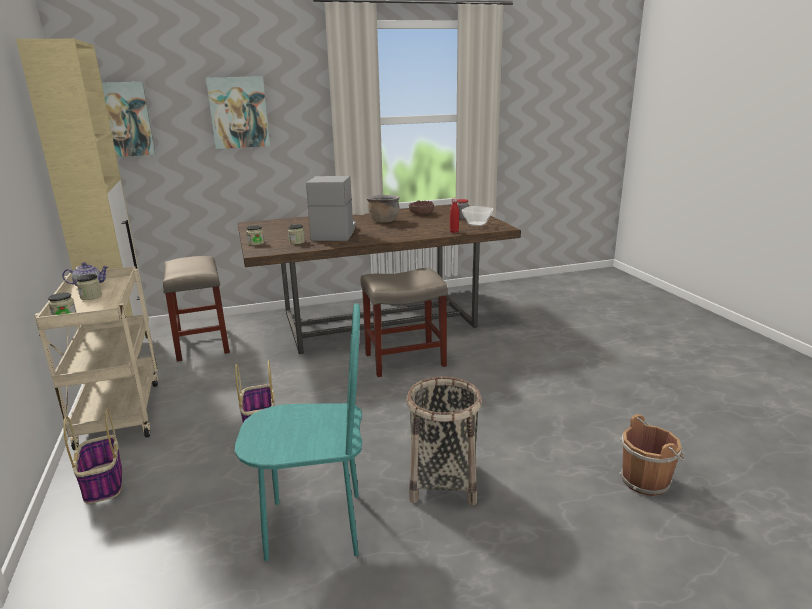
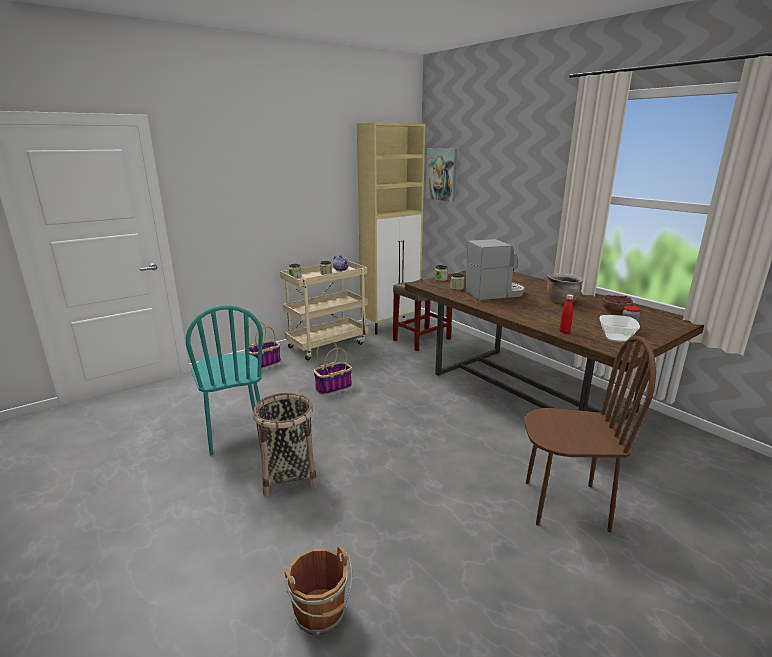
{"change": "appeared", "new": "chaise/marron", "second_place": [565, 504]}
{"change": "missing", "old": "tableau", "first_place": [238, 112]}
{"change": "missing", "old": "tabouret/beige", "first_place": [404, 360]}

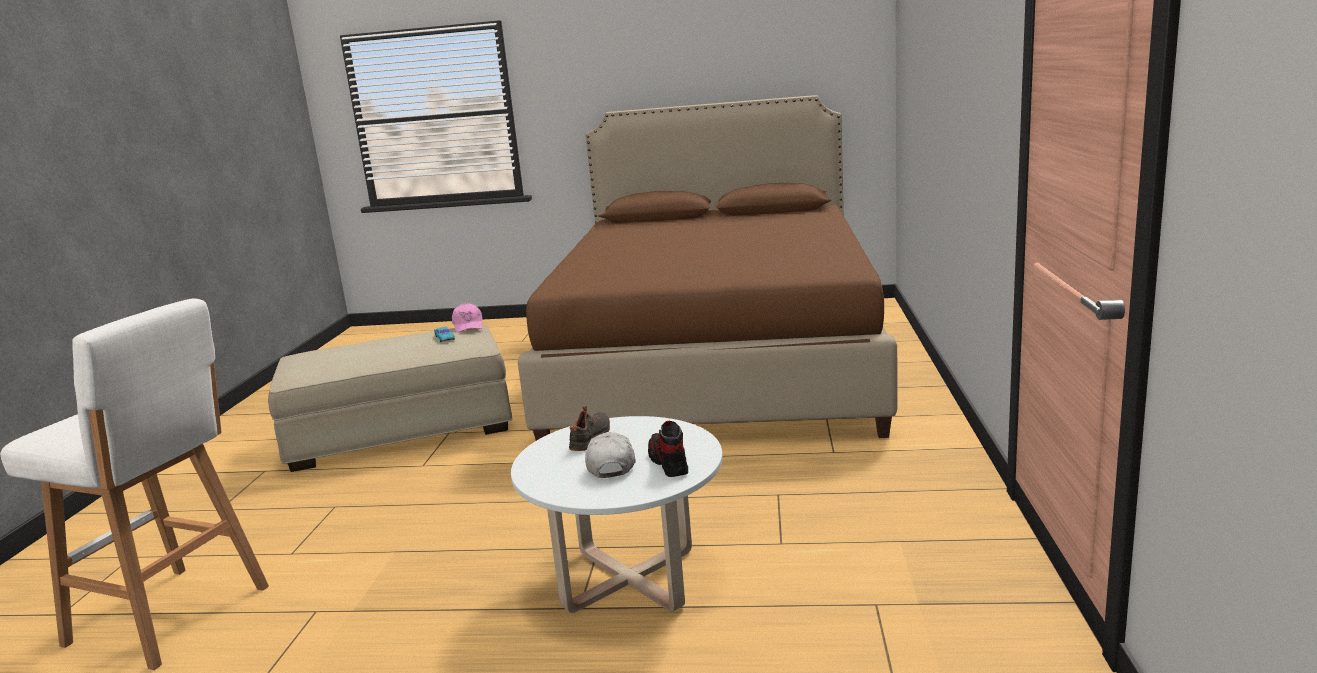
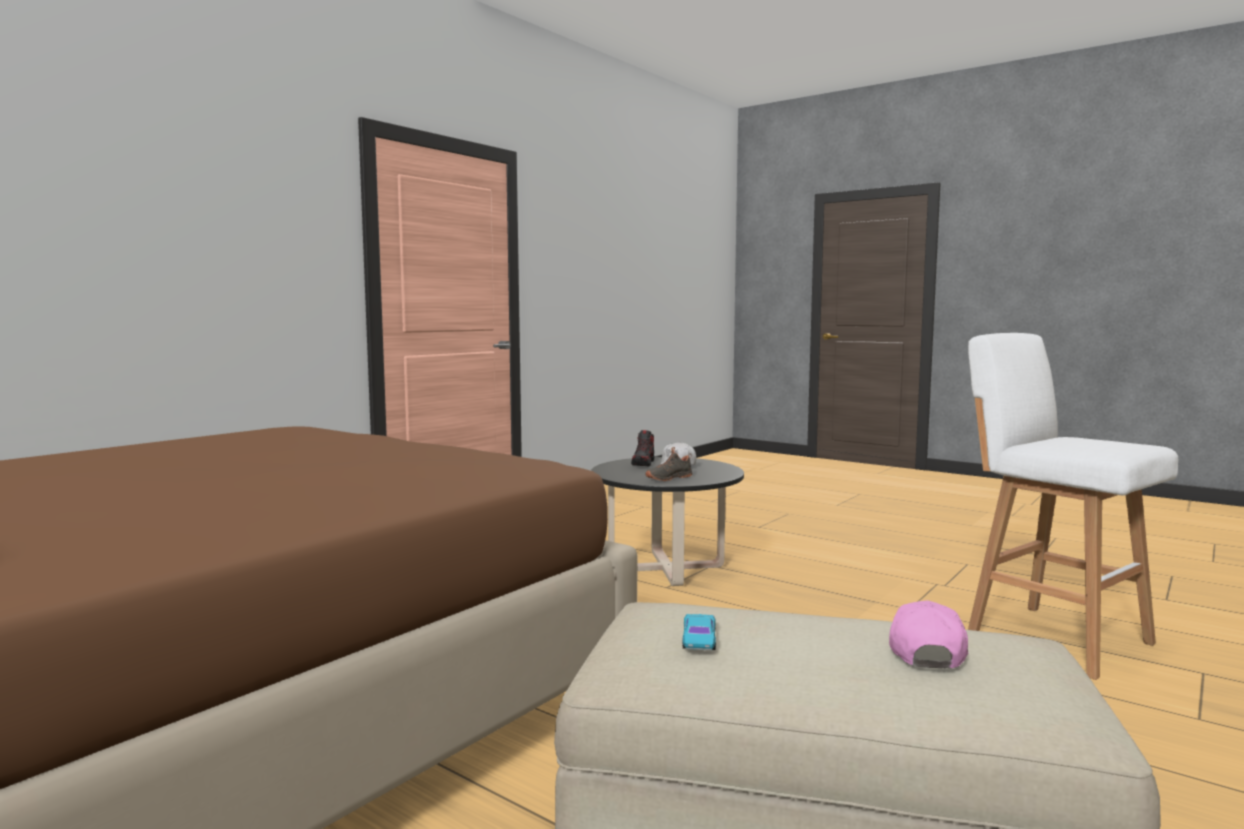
{"change": "colour", "old": "table basse/blanc", "new": "table basse/noir", "first_place": [629, 579], "second_place": [666, 568]}
{"change": "relocated", "old": "casquette/rose", "first_place": [468, 326], "second_place": [925, 651]}

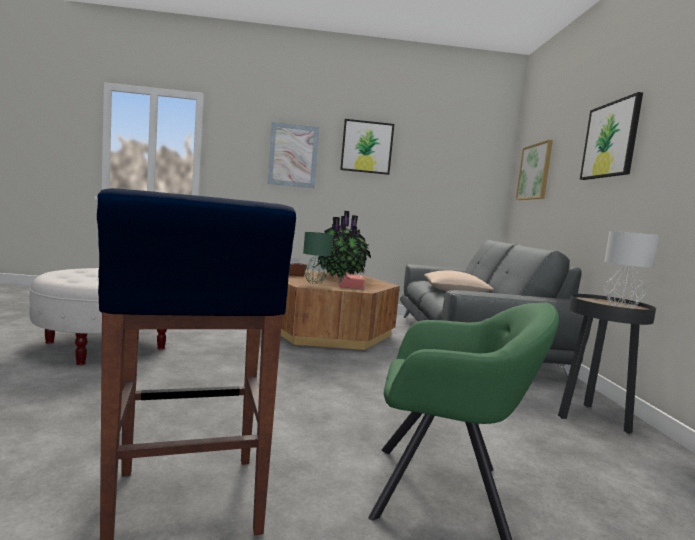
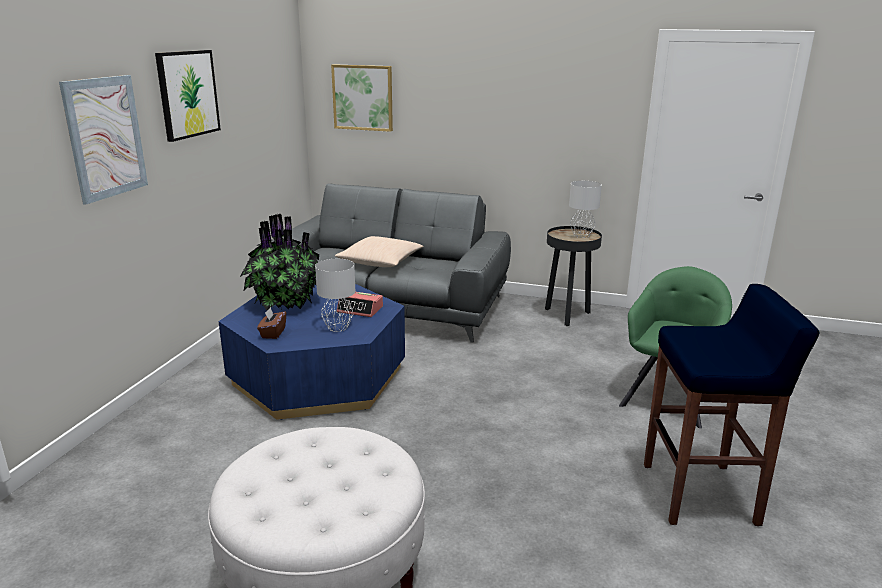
{"change": "colour", "old": "table basse/marron", "new": "table basse/bleu", "first_place": [329, 331], "second_place": [318, 376]}
{"change": "colour", "old": "lampe de table/vert", "new": "lampe de table/gris", "first_place": [314, 282], "second_place": [337, 327]}
{"change": "missing", "old": "tableau", "first_place": [610, 140]}

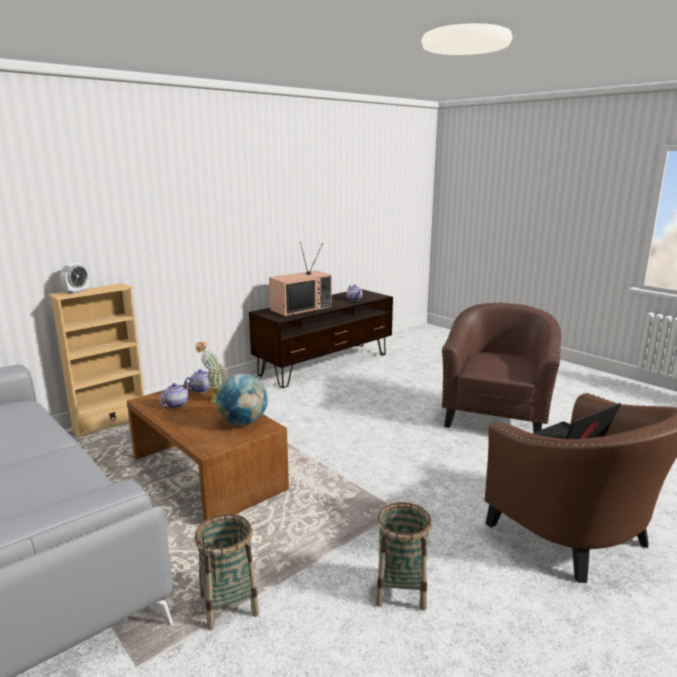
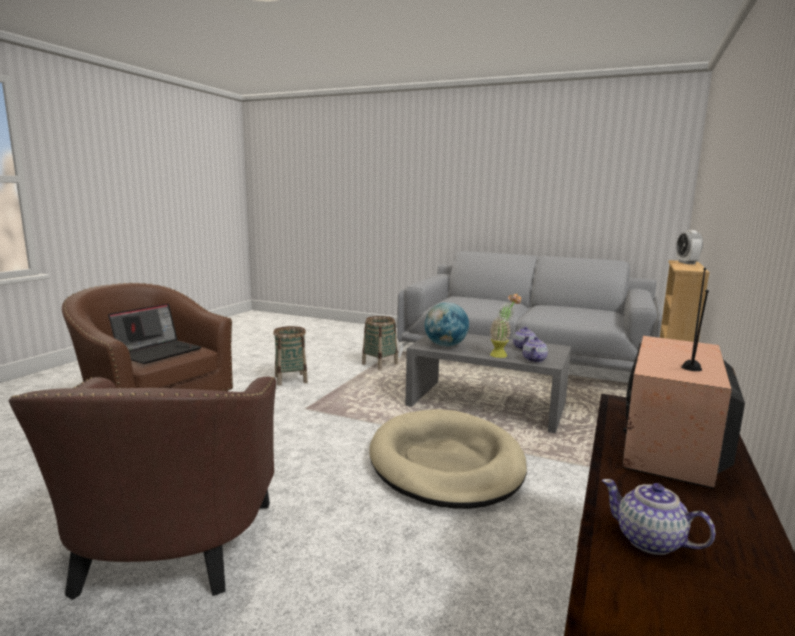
{"change": "appeared", "new": "panier pour chien/beige", "second_place": [446, 463]}
{"change": "colour", "old": "table basse/marron", "new": "table basse/gris", "first_place": [206, 473], "second_place": [486, 404]}

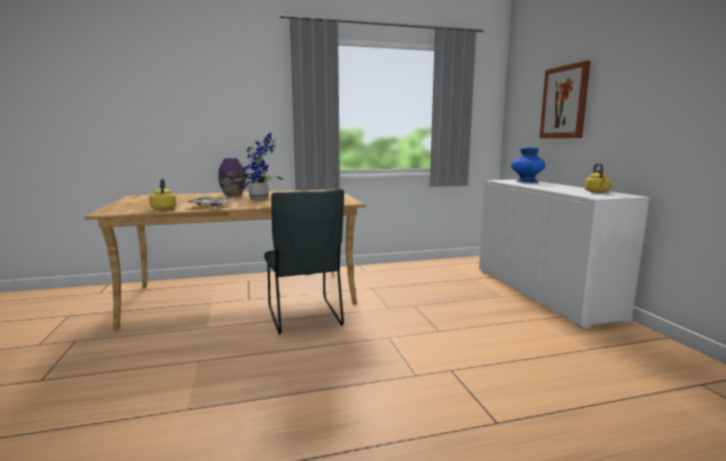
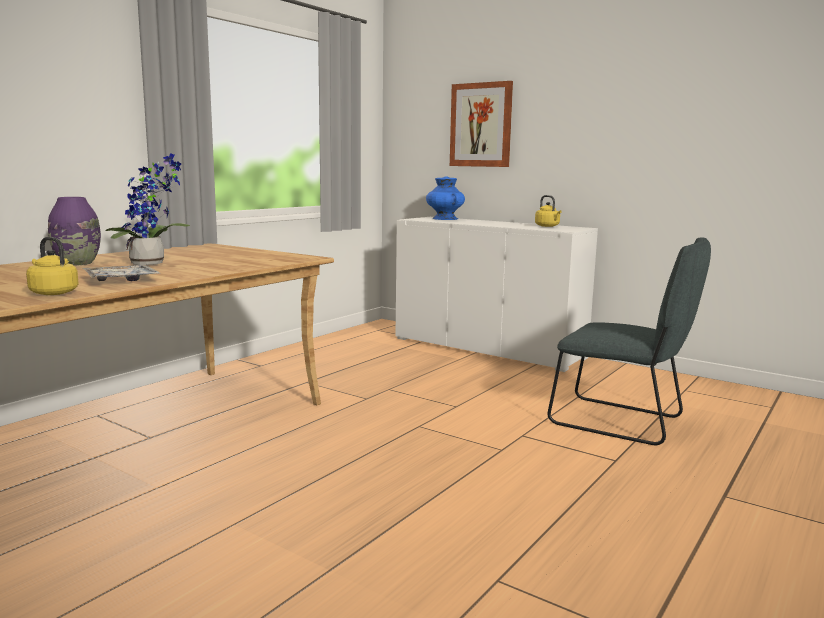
{"change": "relocated", "old": "chaise/gris", "first_place": [305, 317], "second_place": [622, 422]}

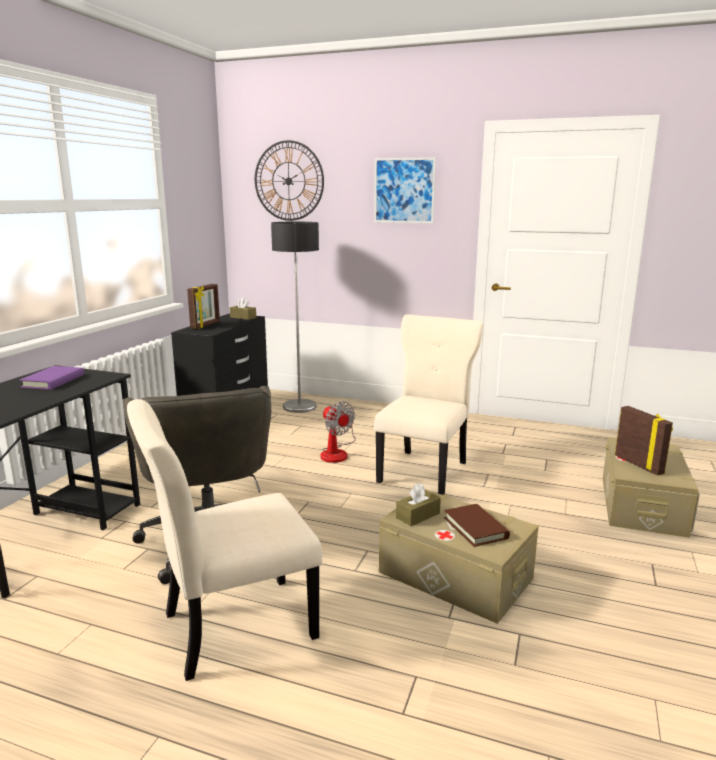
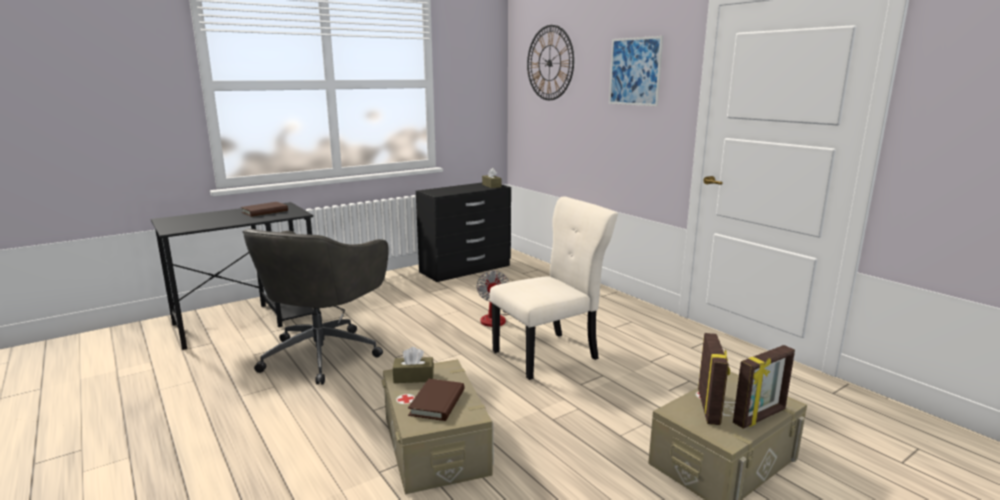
{"change": "colour", "old": "livre/violet", "new": "livre/marron", "first_place": [53, 381], "second_place": [265, 212]}
{"change": "relocated", "old": "cadre photo", "first_place": [206, 325], "second_place": [760, 417]}
{"change": "missing", "old": "chaise/beige", "first_place": [232, 627]}
{"change": "missing", "old": "lampadaire", "first_place": [299, 407]}

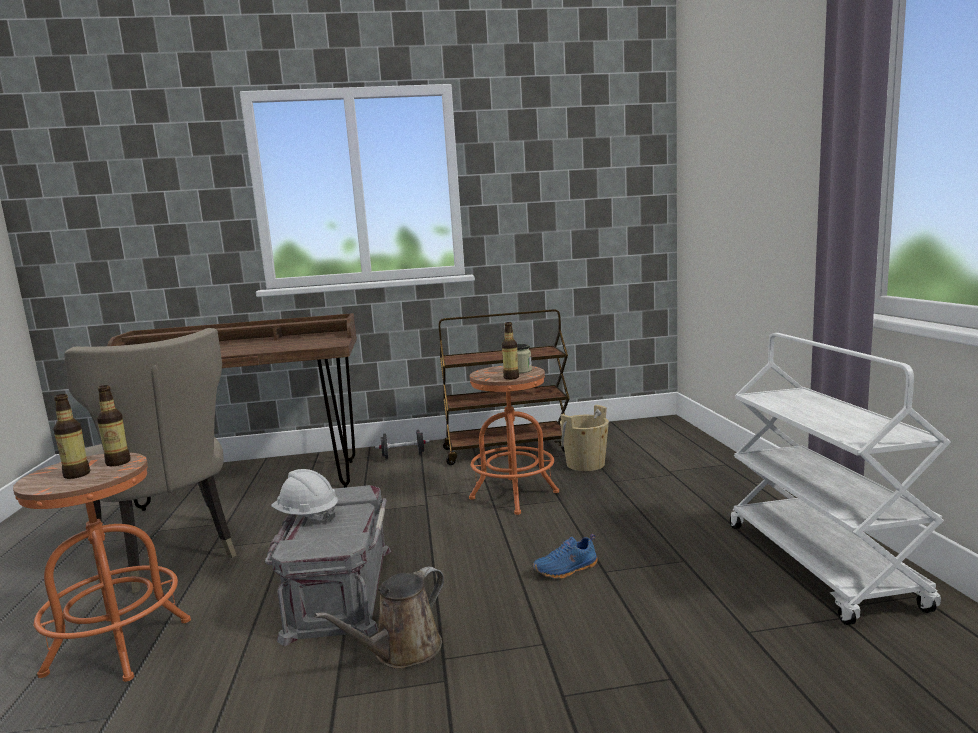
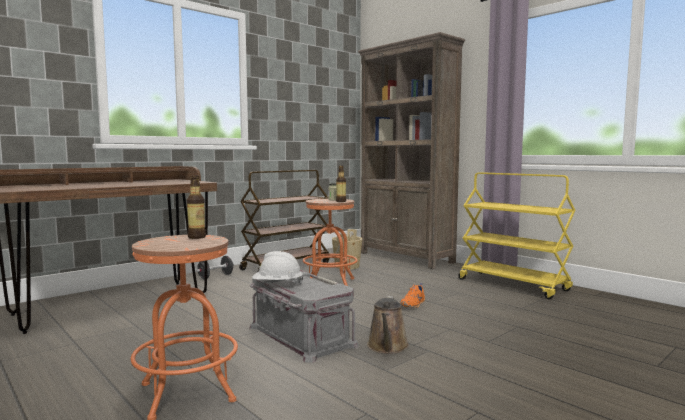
{"change": "appeared", "new": "bibliothèque/marron", "second_place": [406, 258]}
{"change": "colour", "old": "chaussure/bleu", "new": "chaussure/orange", "first_place": [566, 570], "second_place": [413, 304]}
{"change": "colour", "old": "chariot/blanc", "new": "chariot/jaune", "first_place": [821, 565], "second_place": [513, 285]}
{"change": "missing", "old": "bouteille", "first_place": [77, 475]}
{"change": "missing", "old": "chaise/beige", "first_place": [172, 556]}

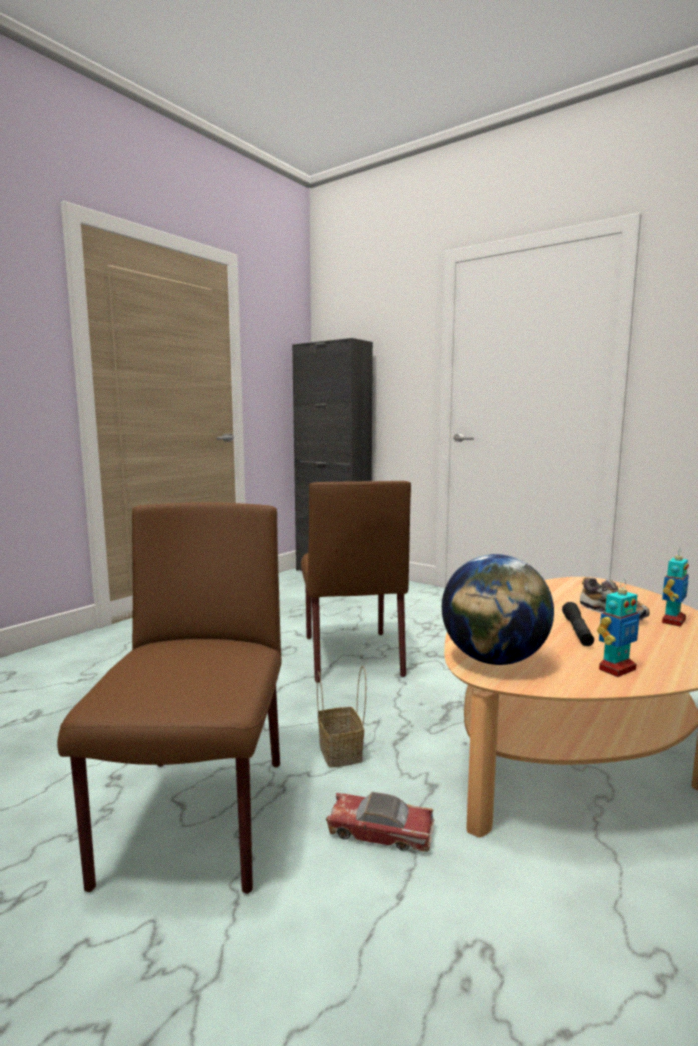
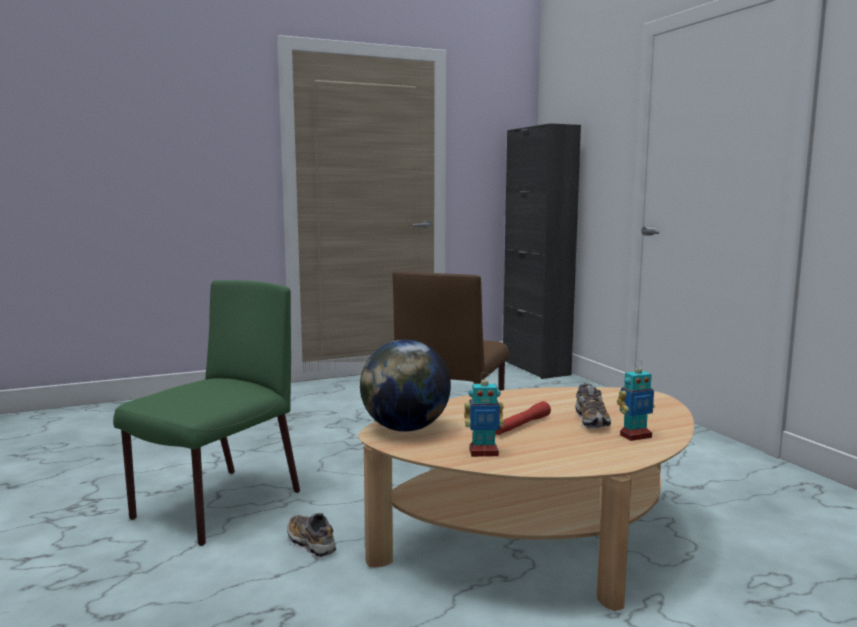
{"change": "colour", "old": "chaise/marron", "new": "chaise/vert", "first_place": [196, 821], "second_place": [216, 506]}
{"change": "exchanged", "old": "petite voiture", "new": "chaussure", "first_place": [380, 831], "second_place": [311, 544]}
{"change": "colour", "old": "lampe de poche/noir", "new": "lampe de poche/rouge", "first_place": [577, 631], "second_place": [521, 425]}
{"change": "missing", "old": "panier", "first_place": [341, 753]}

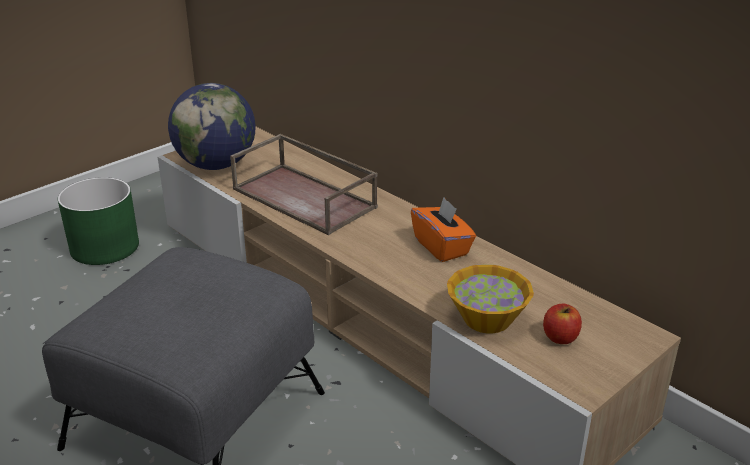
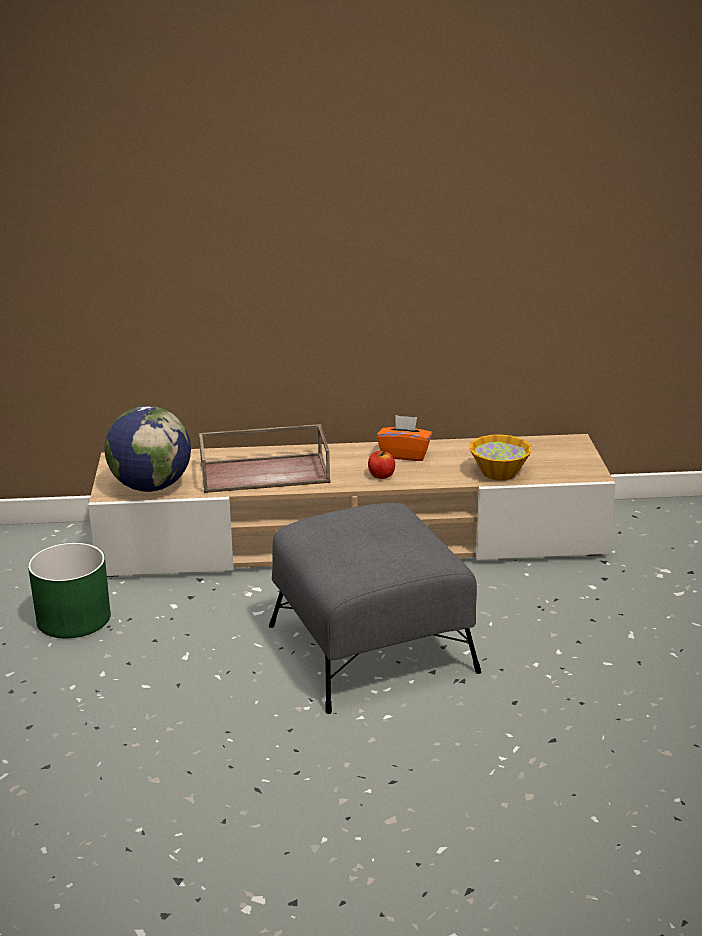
{"change": "relocated", "old": "pomme", "first_place": [560, 337], "second_place": [381, 475]}

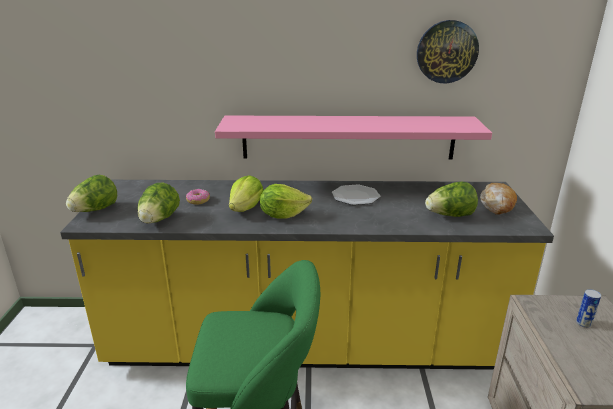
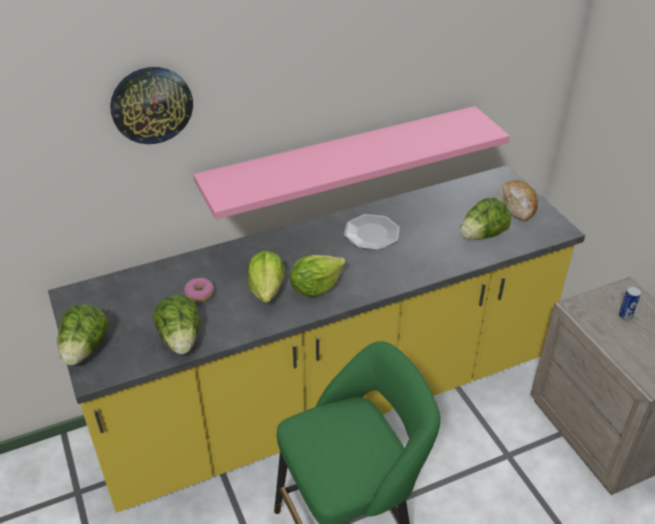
{"change": "relocated", "old": "horloge murale", "first_place": [447, 52], "second_place": [151, 105]}

